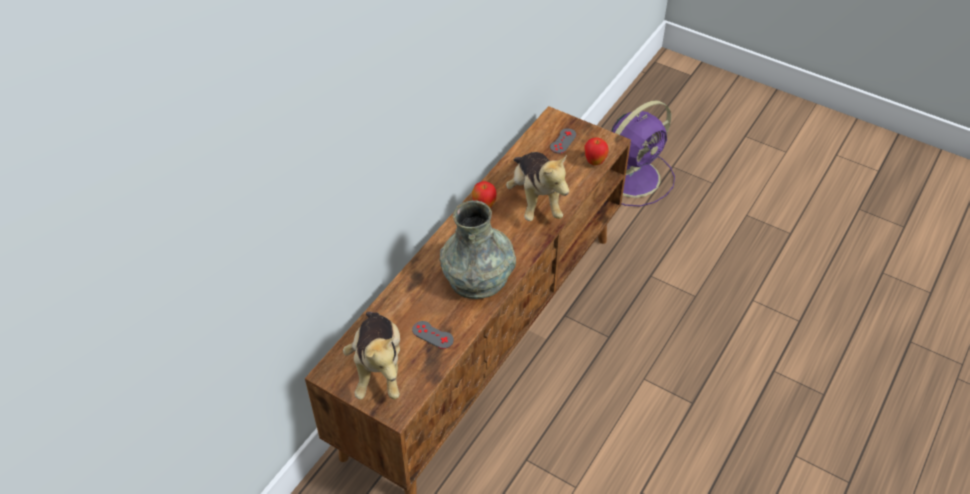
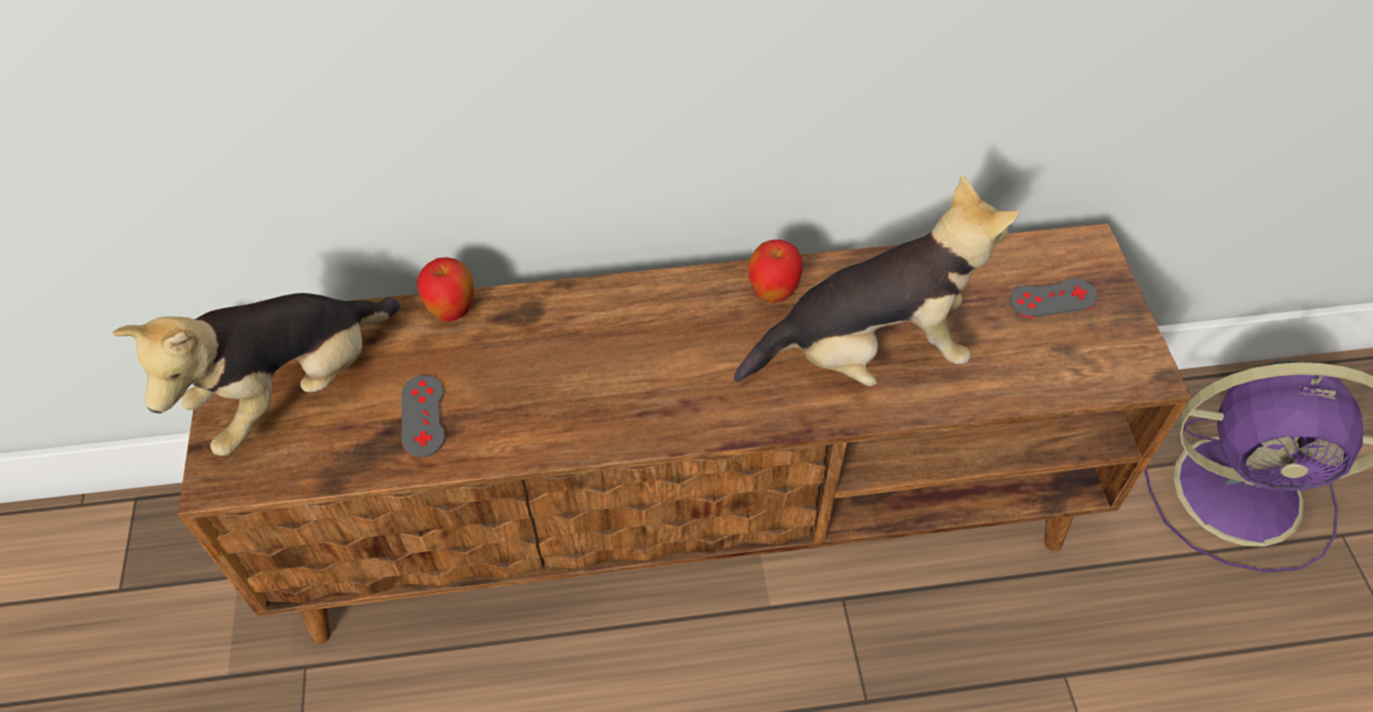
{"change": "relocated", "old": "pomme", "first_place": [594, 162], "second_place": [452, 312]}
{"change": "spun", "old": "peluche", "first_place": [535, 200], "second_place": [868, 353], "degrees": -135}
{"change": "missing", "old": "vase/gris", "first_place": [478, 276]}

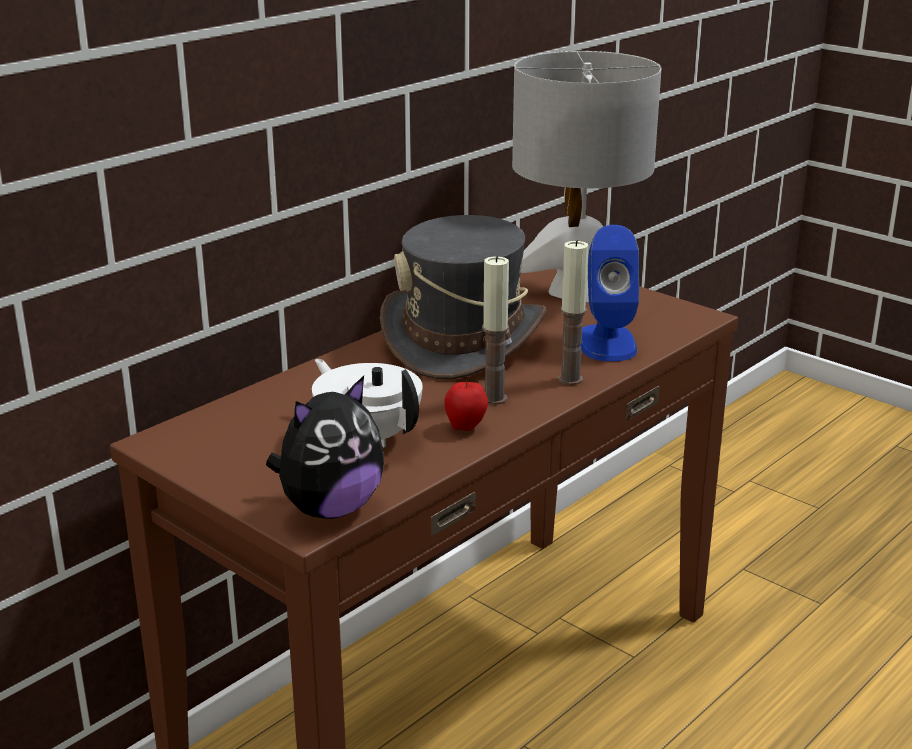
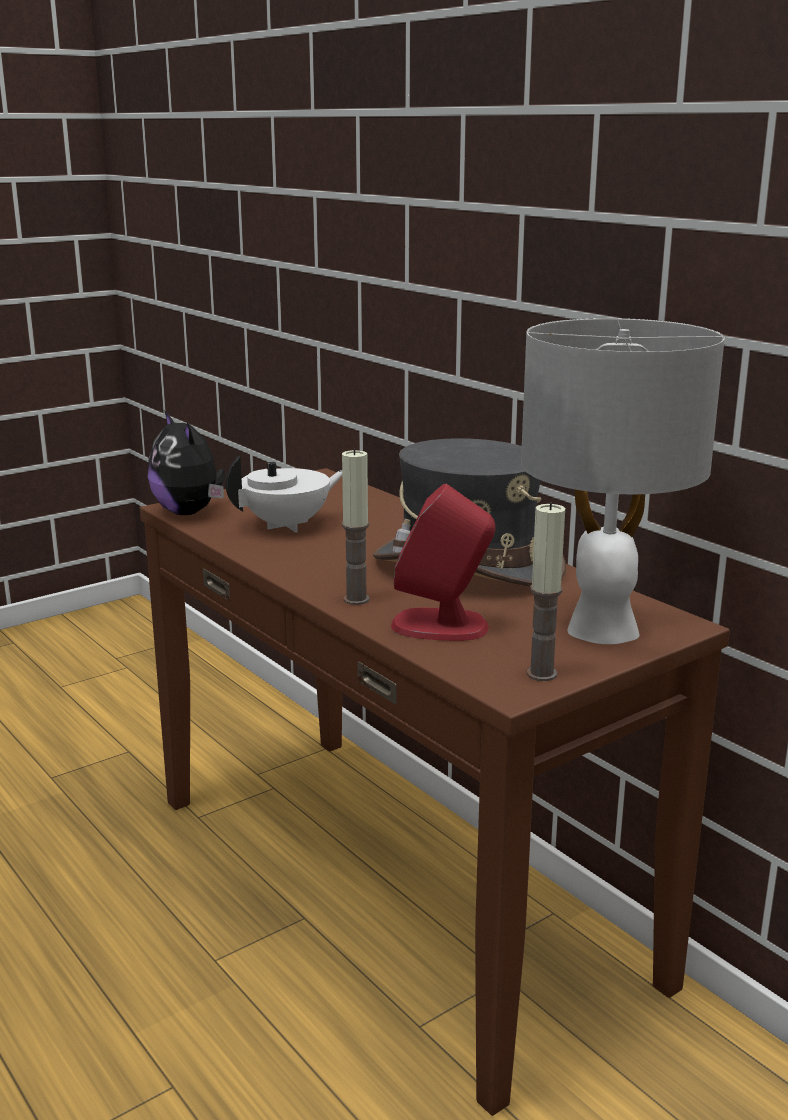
{"change": "colour", "old": "enceinte/bleu", "new": "enceinte/rouge", "first_place": [607, 343], "second_place": [441, 626]}
{"change": "relocated", "old": "bougie", "first_place": [494, 398], "second_place": [542, 674]}
{"change": "missing", "old": "pomme", "first_place": [466, 427]}

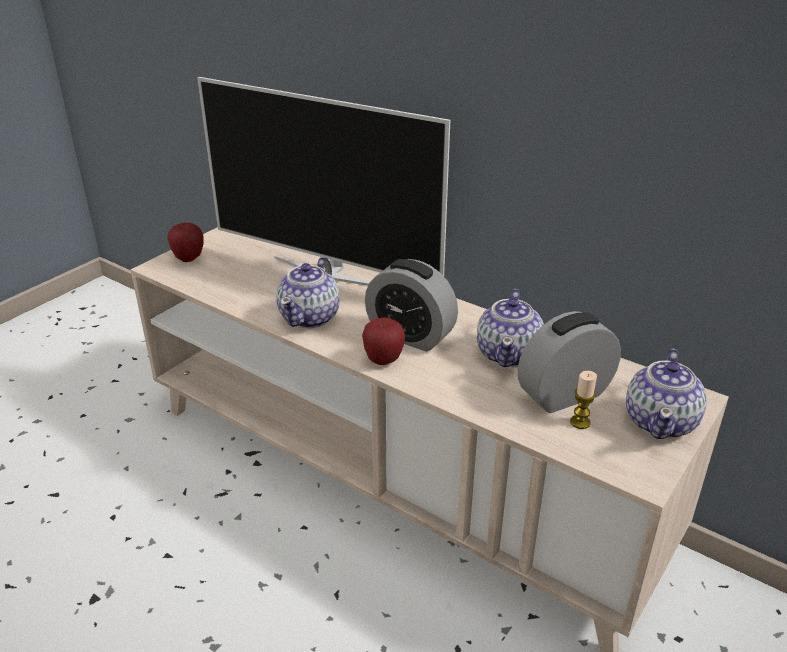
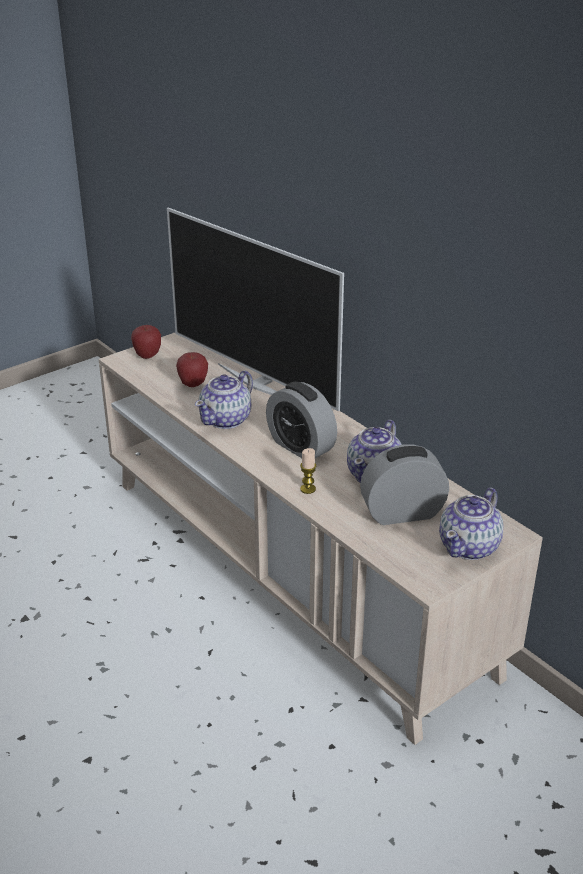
{"change": "relocated", "old": "pomme", "first_place": [383, 360], "second_place": [193, 384]}
{"change": "relocated", "old": "bougie", "first_place": [580, 422], "second_place": [308, 489]}

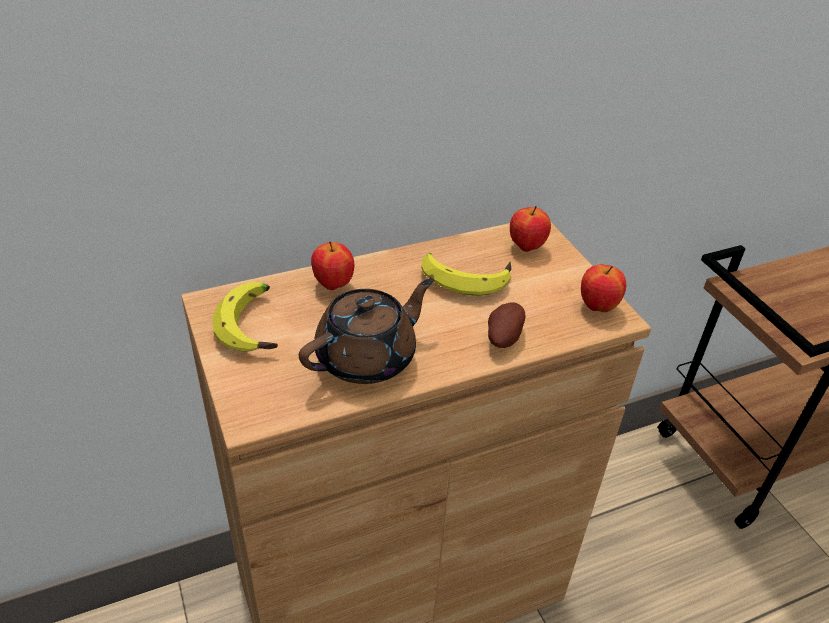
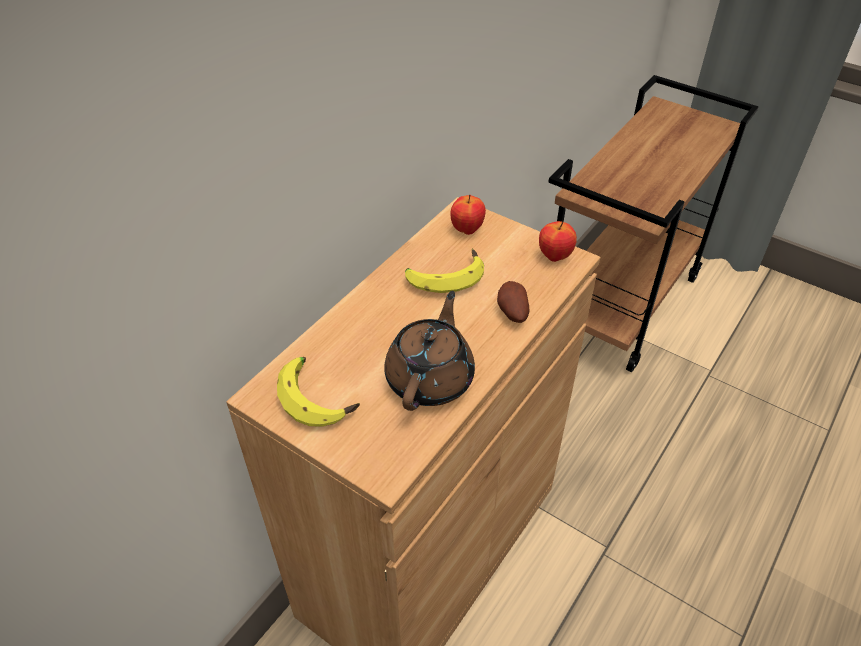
{"change": "missing", "old": "pomme", "first_place": [333, 284]}

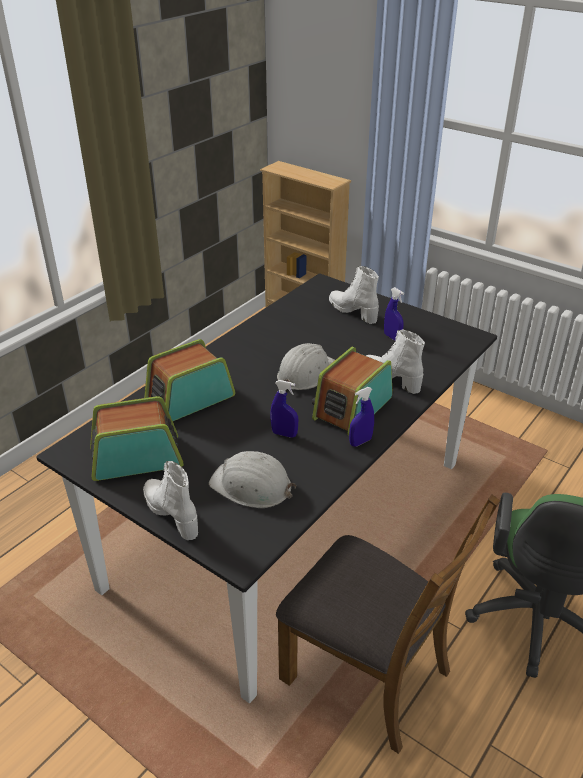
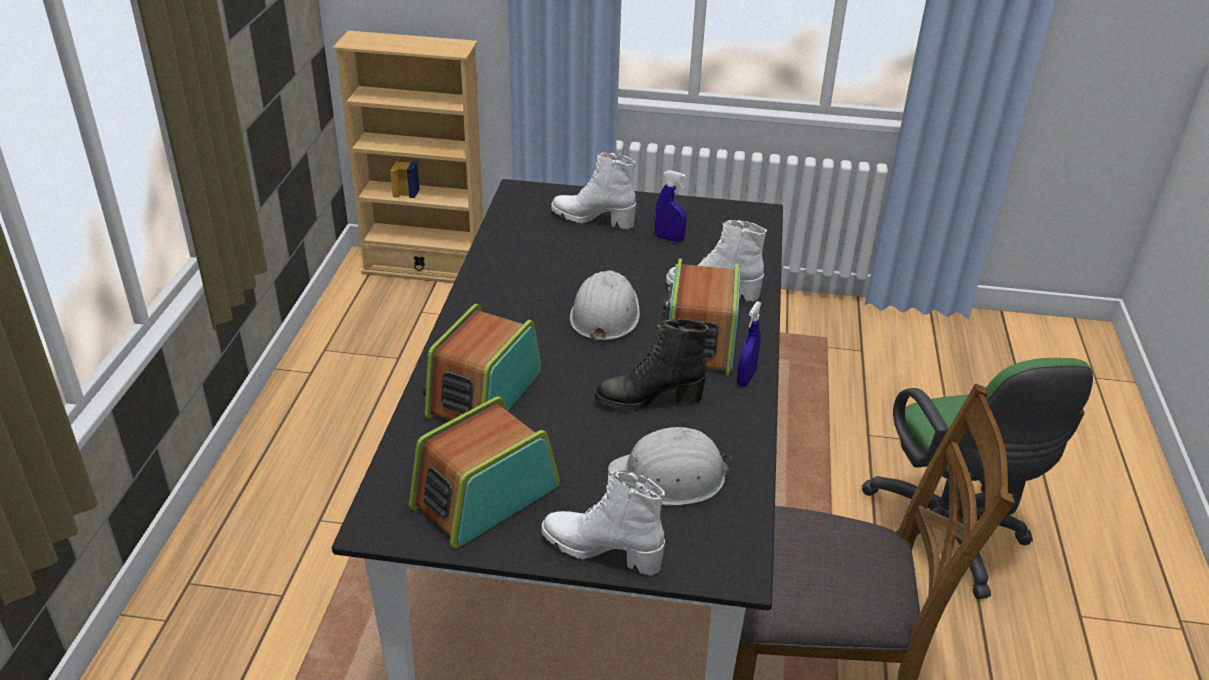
{"change": "exchanged", "old": "vaporisateur/bleu", "new": "botte/noir", "first_place": [284, 434], "second_place": [649, 399]}

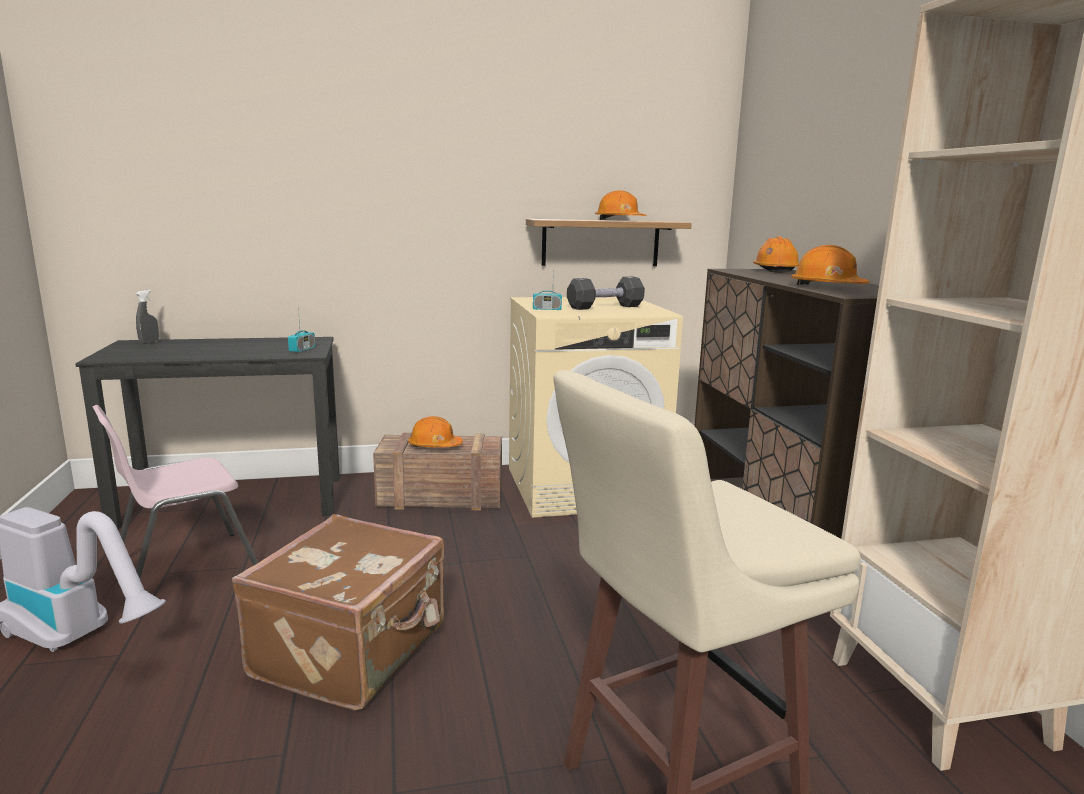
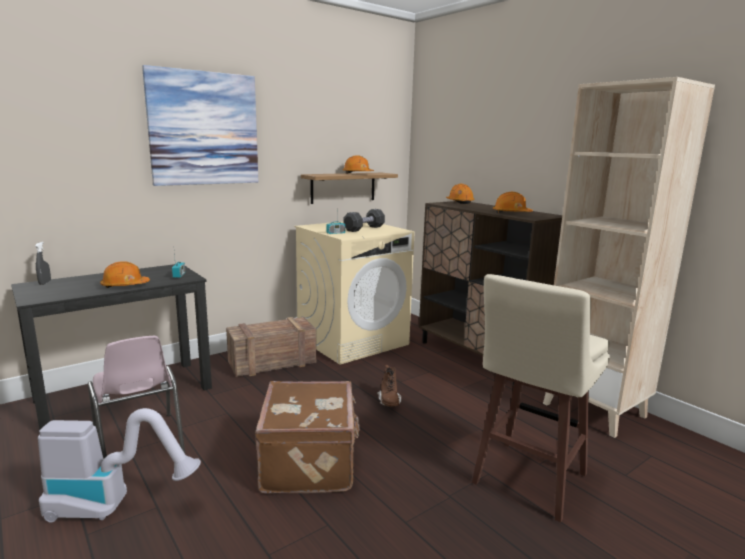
{"change": "spun", "old": "chaise/rose", "first_place": [183, 568], "second_place": [139, 444], "degrees": -60}
{"change": "relocated", "old": "casque de chantier/orange", "first_place": [434, 446], "second_place": [125, 286]}
{"change": "appeared", "new": "tableau", "second_place": [204, 129]}
{"change": "appeared", "new": "botte/marron", "second_place": [389, 402]}

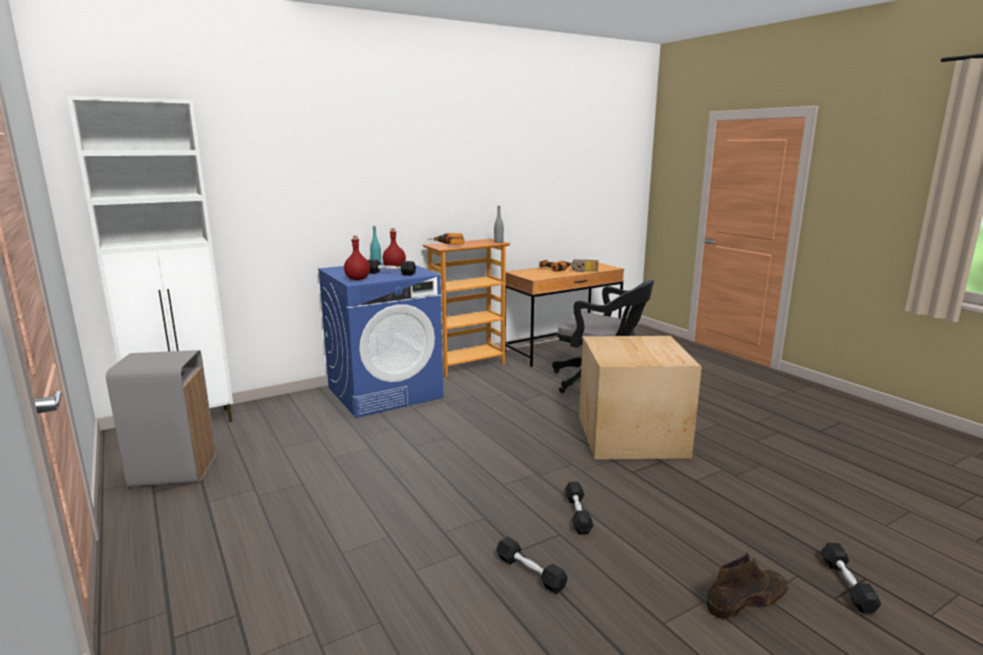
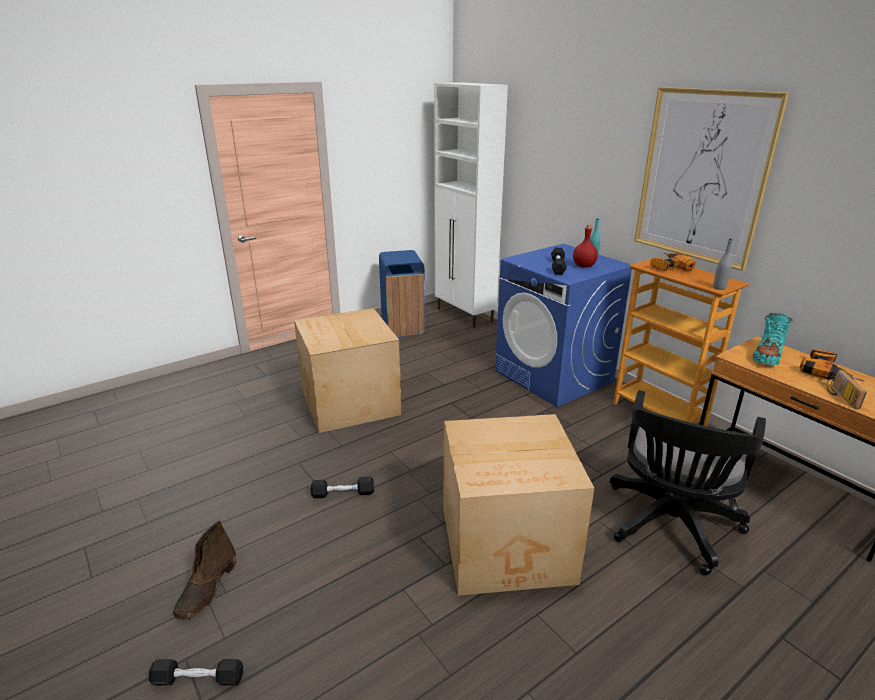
{"change": "spun", "old": "botte/marron", "first_place": [747, 599], "second_place": [207, 588], "degrees": 45}
{"change": "appeared", "new": "carton", "second_place": [349, 403]}
{"change": "colour", "old": "poubelle/gris", "new": "poubelle/bleu", "first_place": [174, 471], "second_place": [403, 327]}
{"change": "appeared", "new": "tableau", "second_place": [702, 177]}
{"change": "appeared", "new": "botte/turquoise", "second_place": [767, 356]}
{"change": "missing", "old": "bouteille/rouge", "first_place": [358, 279]}
{"change": "missing", "old": "haltère/noir", "first_place": [530, 572]}

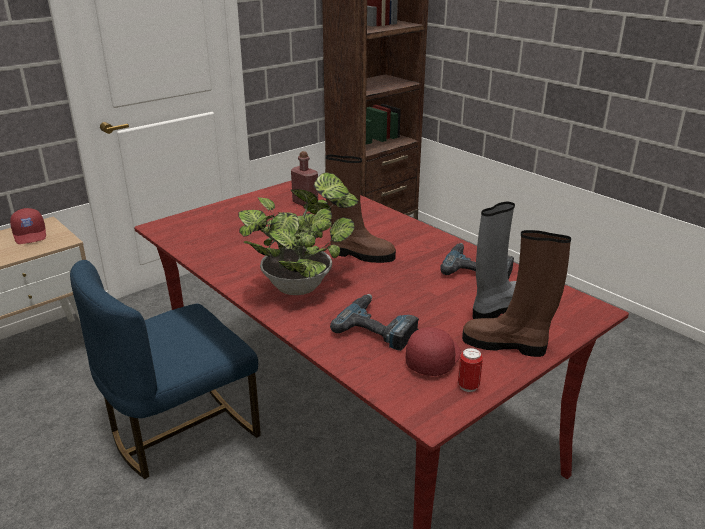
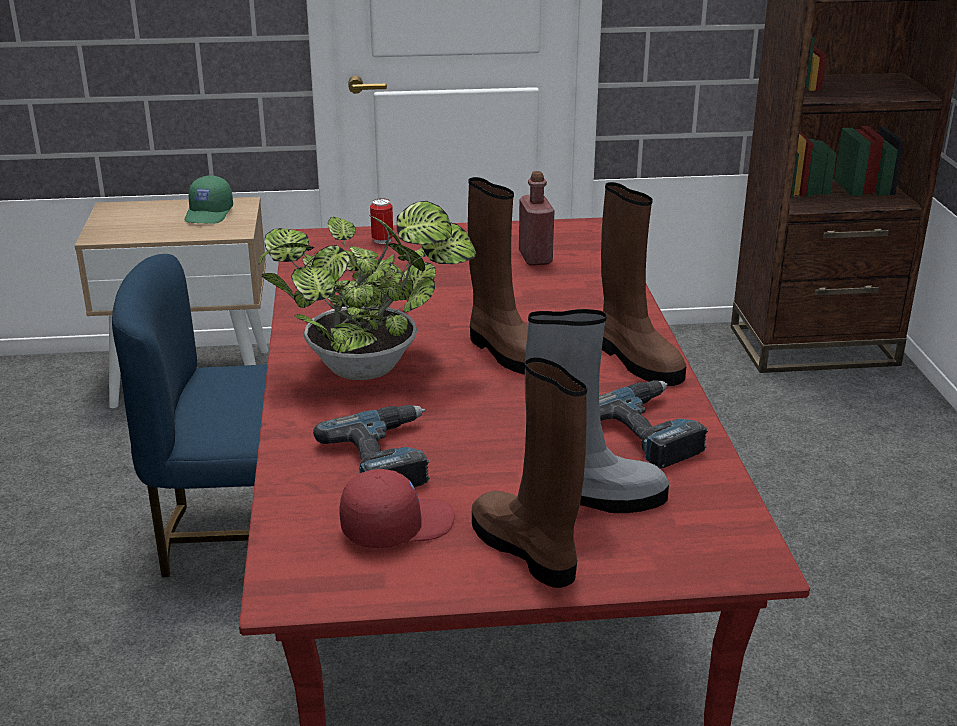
{"change": "colour", "old": "casquette/rouge", "new": "casquette/vert", "first_place": [31, 235], "second_place": [209, 214]}
{"change": "relocated", "old": "boîte métallique", "first_place": [468, 386], "second_place": [382, 240]}
{"change": "appeared", "new": "botte/marron", "second_place": [636, 360]}

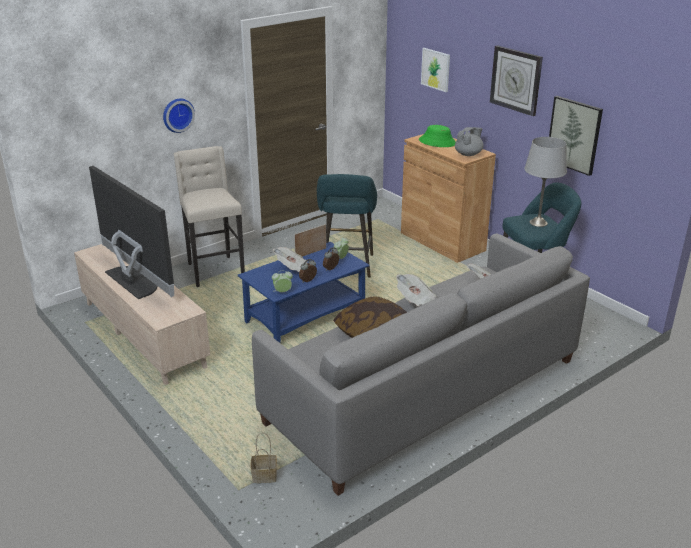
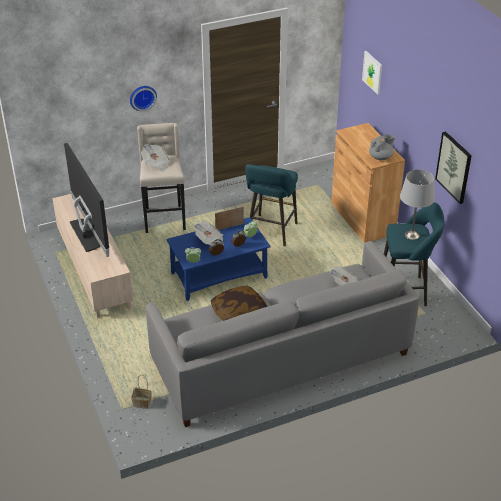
{"change": "relocated", "old": "journal", "first_place": [416, 301], "second_place": [156, 164]}
{"change": "missing", "old": "chapeau/vert", "first_place": [437, 142]}
{"change": "missing", "old": "horloge murale", "first_place": [516, 80]}

